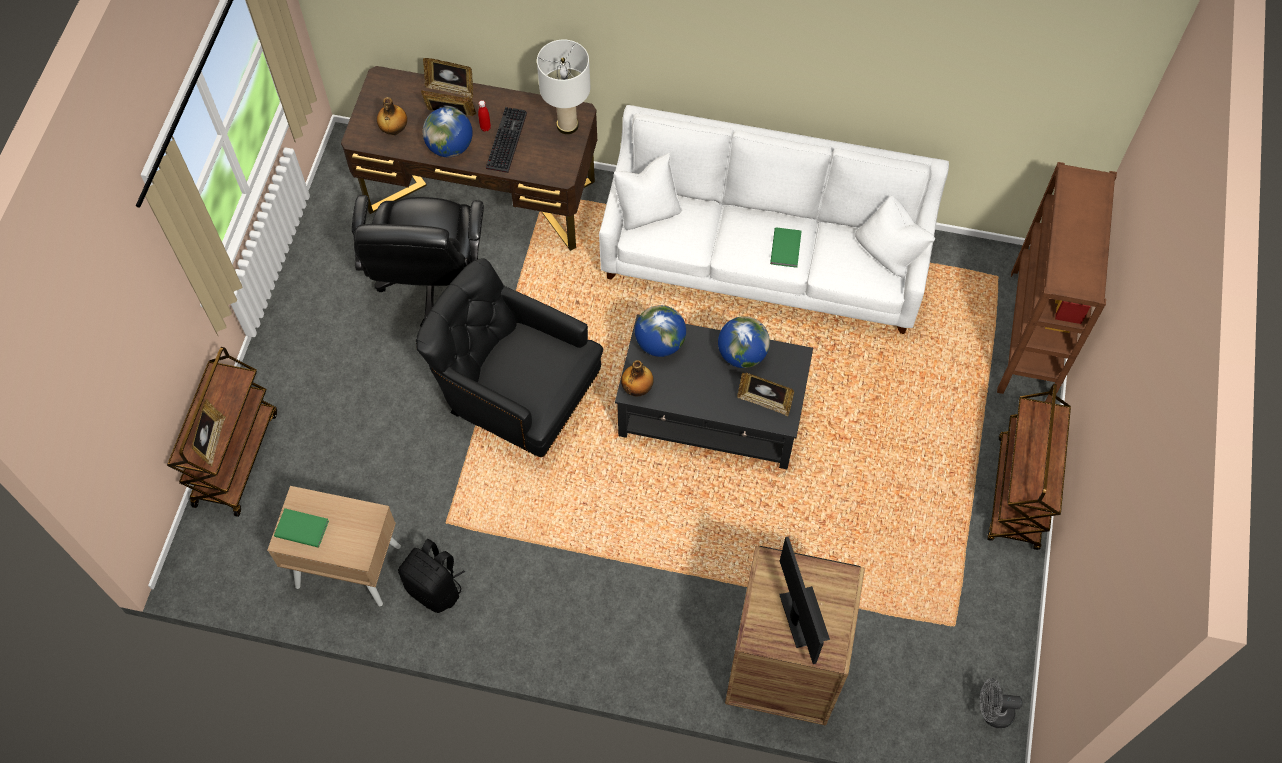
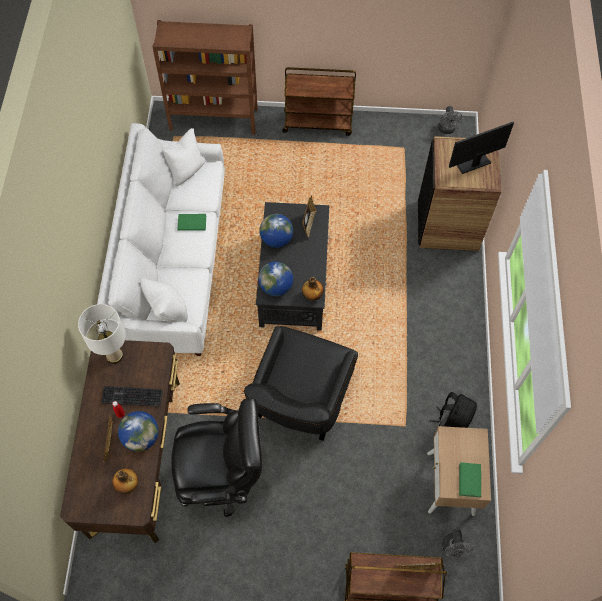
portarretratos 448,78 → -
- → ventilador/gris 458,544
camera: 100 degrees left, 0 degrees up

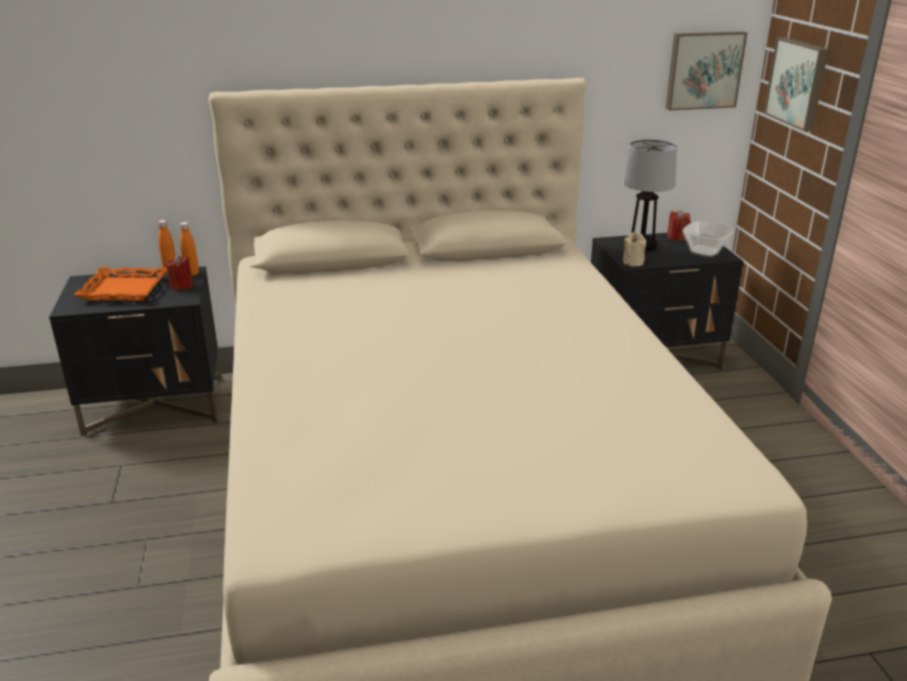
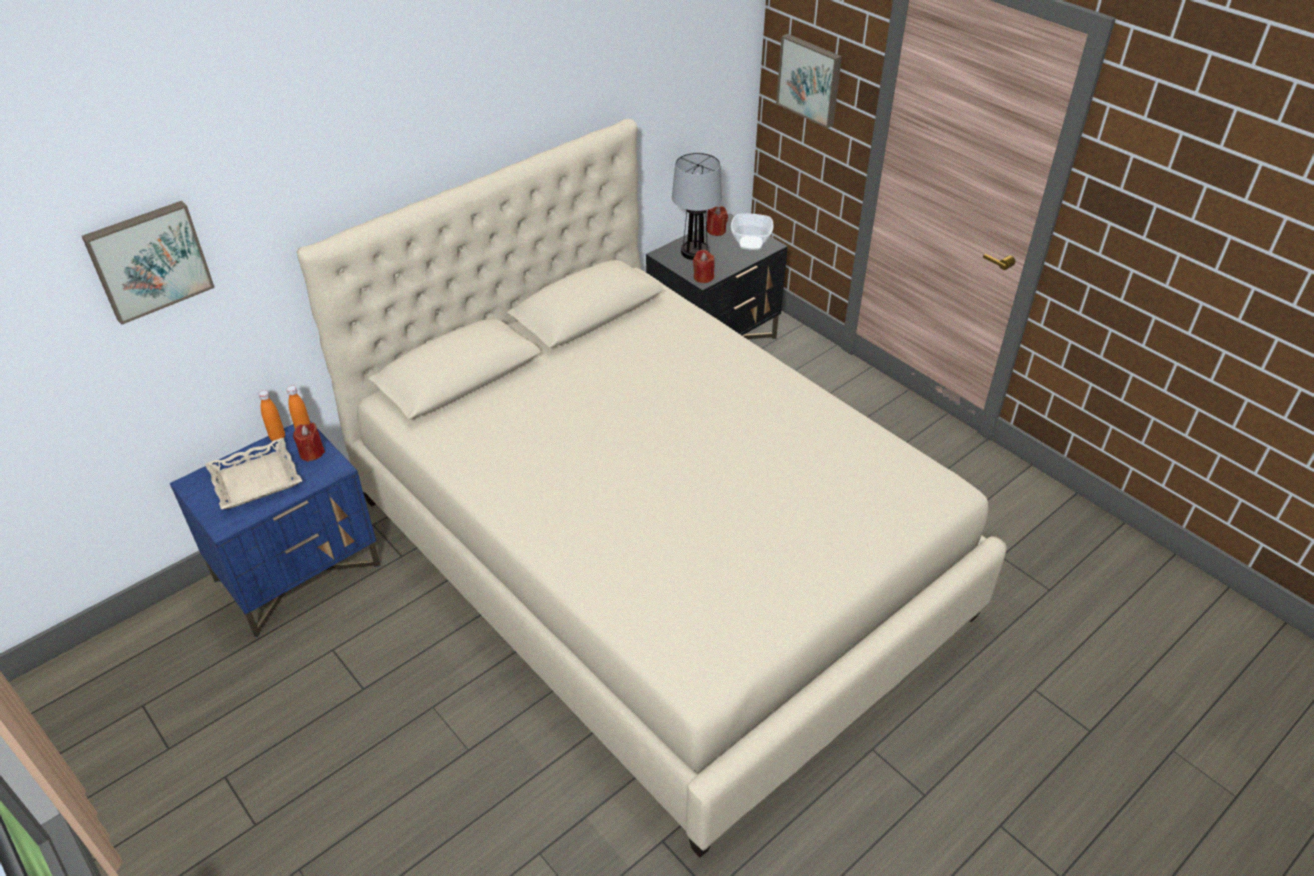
cuadro 706,70 → cuadro 148,263, move
mesita de noche/negro 135,351 → mesita de noche/azul 275,529
bandeja/naranja 120,284 → bandeja/beis 253,474
vela/beis 634,249 → vela/rojo 704,266
camera: 30 degrees left, 15 degrees up

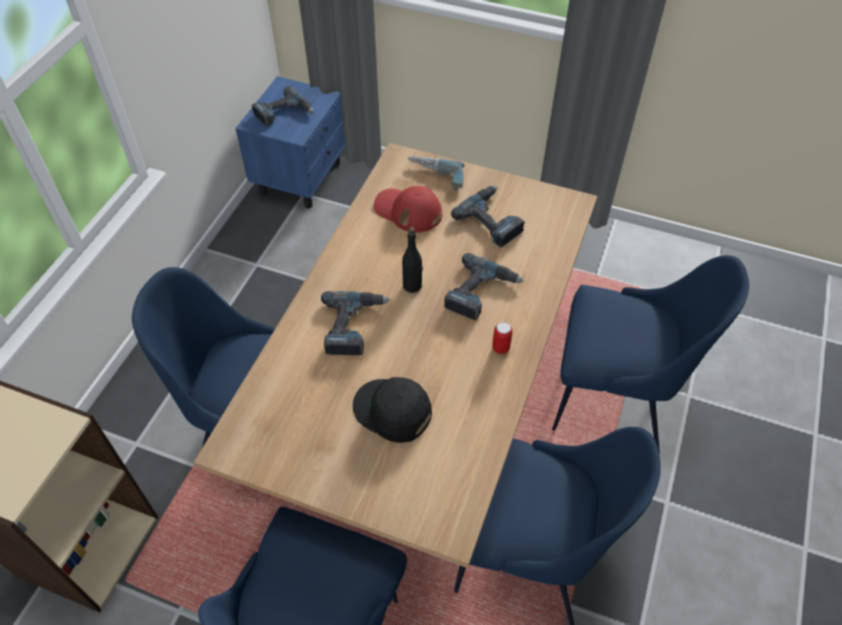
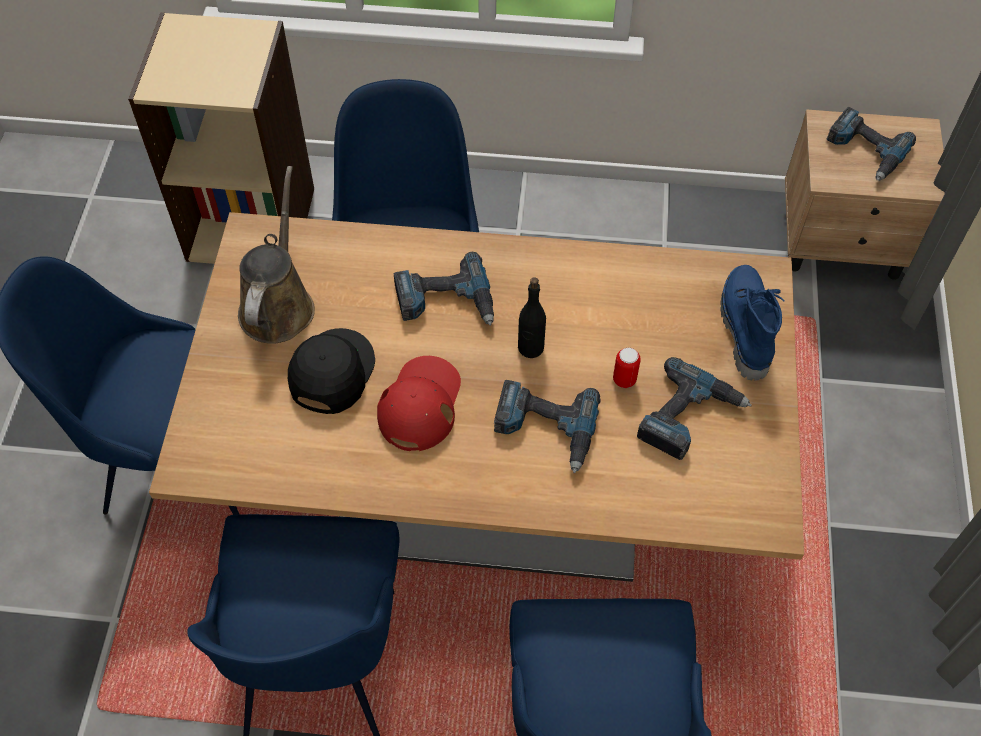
- → regadera/marrón 276,255
gorra/rojo 408,209 → gorra/rojo 419,403, move
lata 502,338 → lata 627,368, move
taladro 436,173 → bota/azul 752,323
mesita de noche/azul 290,142 → mesita de noche/beis 865,194
camera: 75 degrees right, 5 degrees up

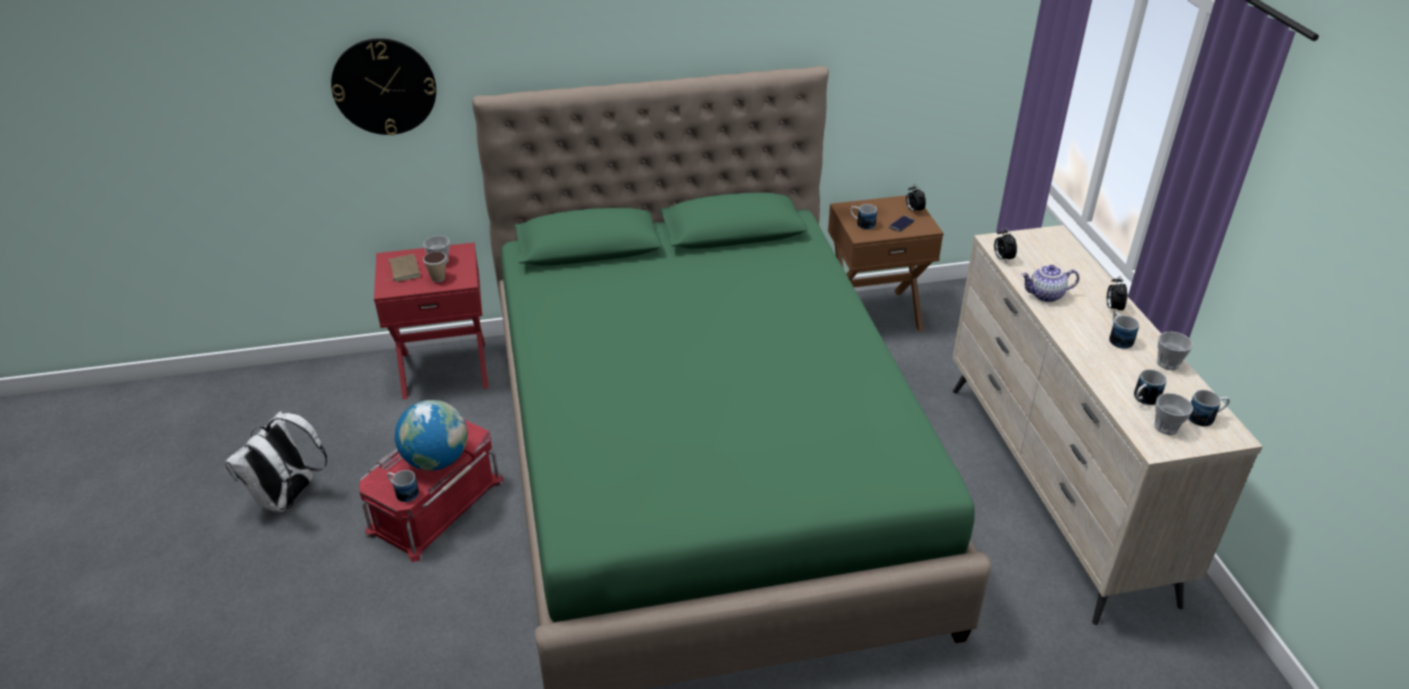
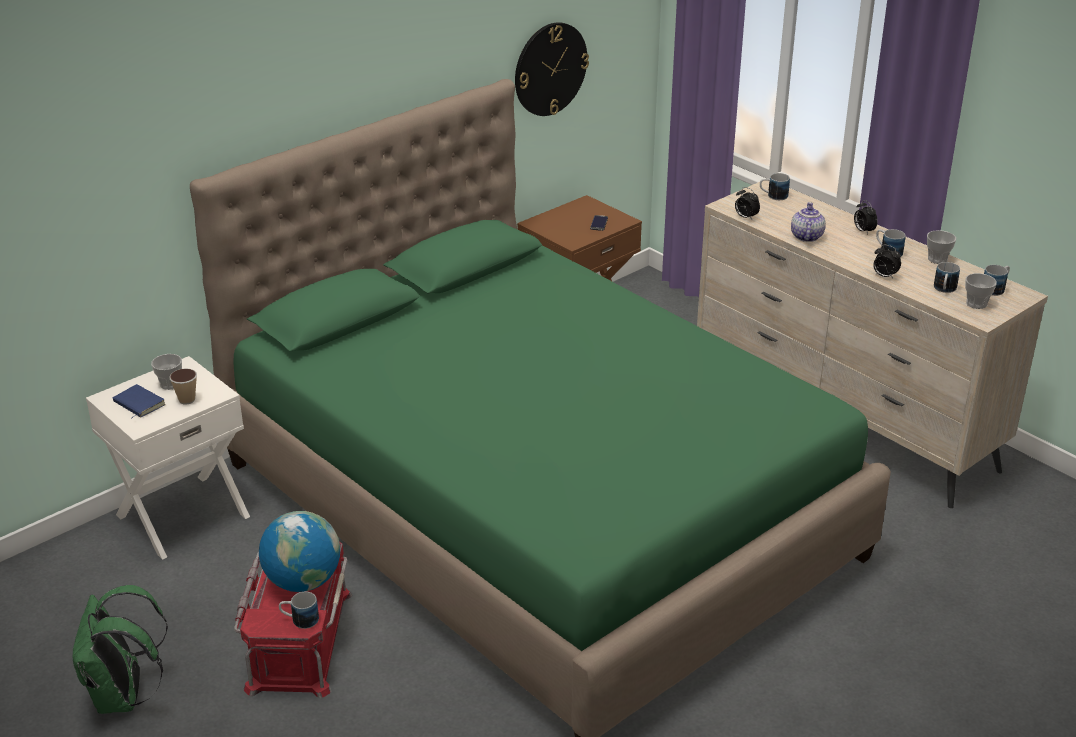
reloj de pared 383,86 → reloj de pared 552,69, move
taza grande 863,217 → taza grande 775,186, move
despertador 916,199 → despertador 887,262, move
mochila/blanco 276,461 → mochila/verde 120,649
mesita de noche/rojo 431,321 → mesita de noche/blanco 168,458
libro/marrón 402,268 → libro/azul 139,401
tetera 1050,283 → tetera 808,222, 135 degrees clockwise
camera: 30 degrees left, 5 degrees down

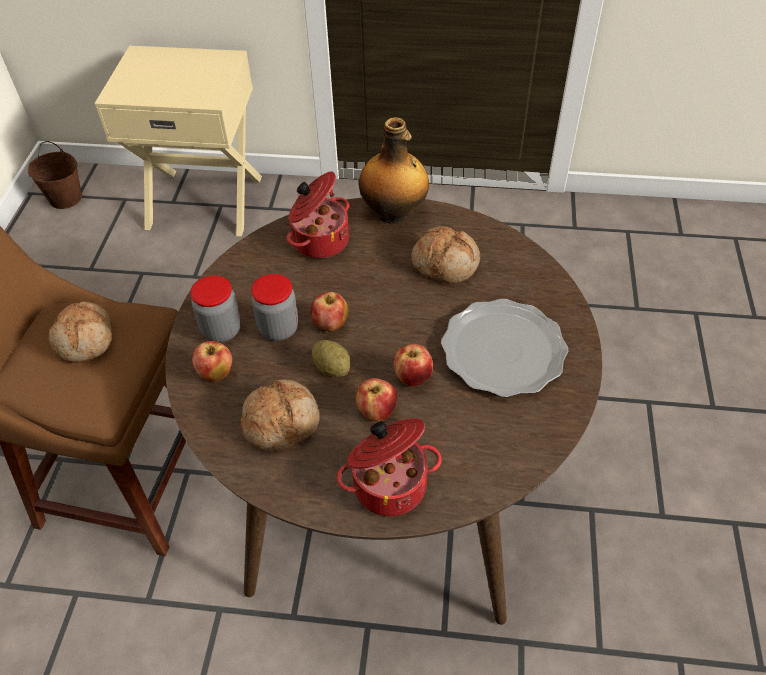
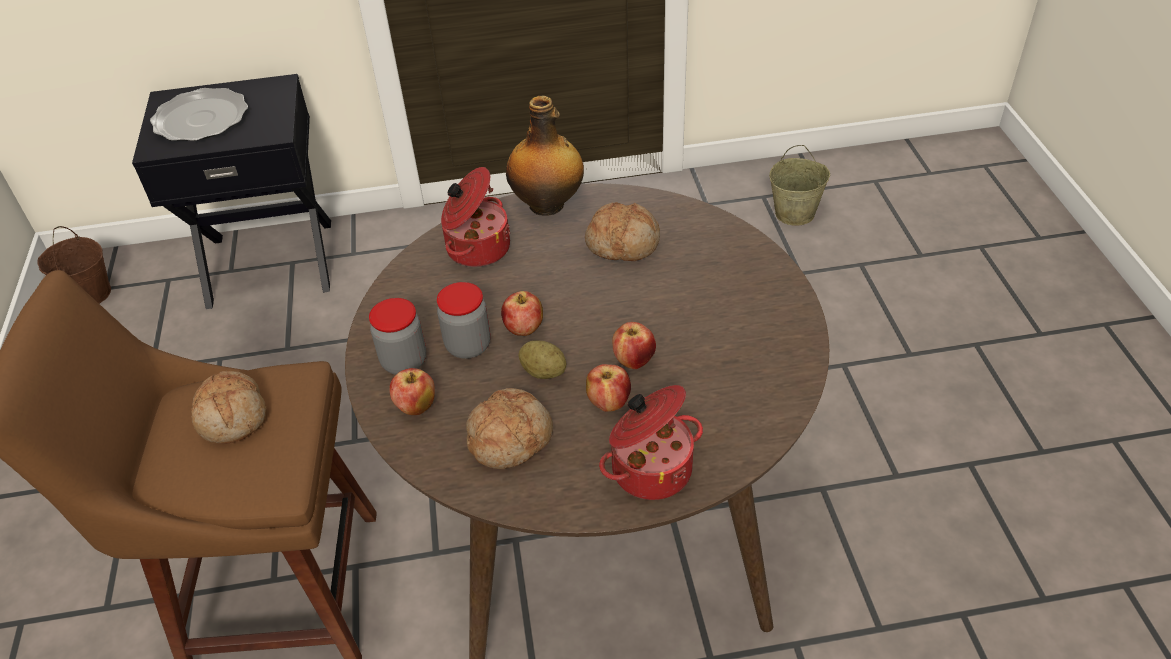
- → cubo/beis 799,185
plato 504,348 → plato 199,114, move
mesita de noche/beis 178,141 → mesita de noche/negro 231,191
camera: 15 degrees left, 5 degrees down

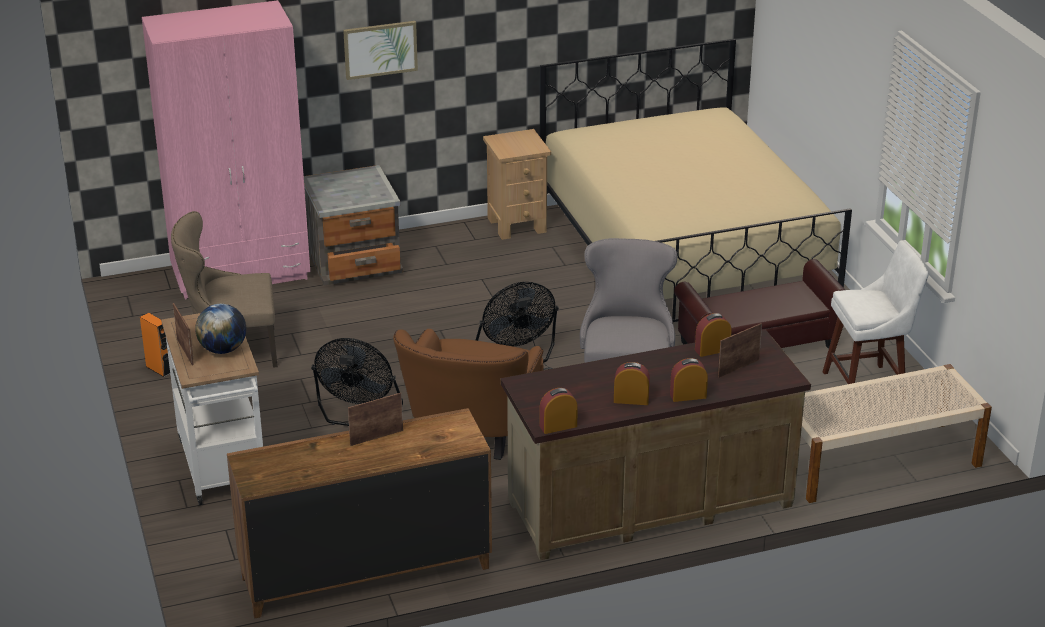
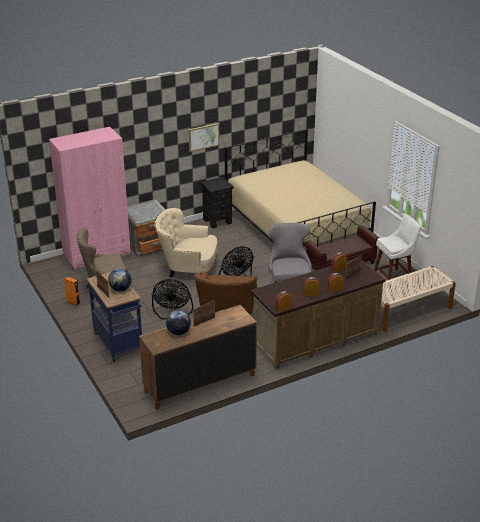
- → sillón/beis 186,242
- → globo terráqueo 178,322
cuadro 380,50 → cuadro 204,137, move
carrito/blanco 212,409 → carrito/azul 114,317
mesita de noche/beis 517,184 → mesita de noche/negro 217,203
camera: 10 degrees left, 0 degrees up

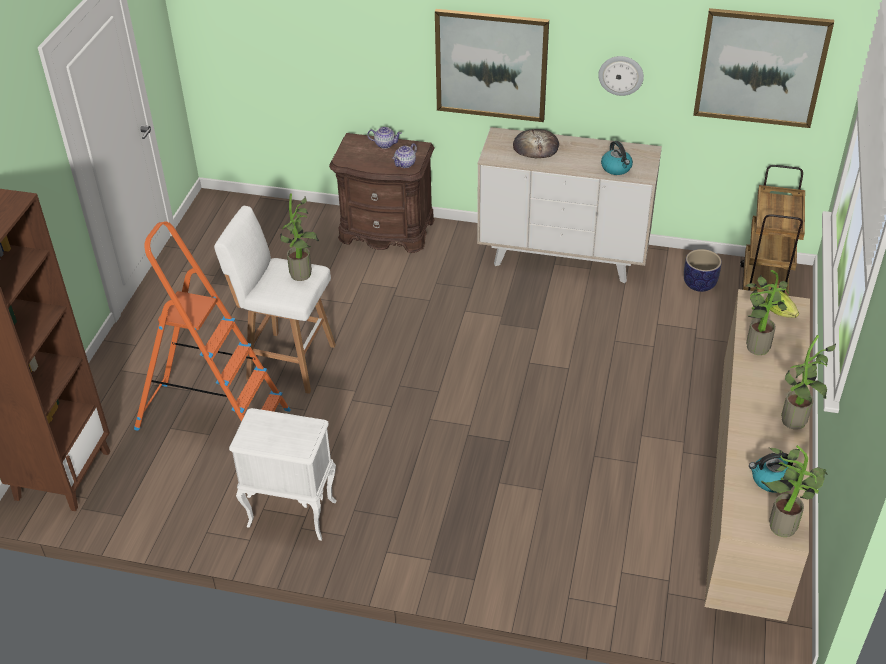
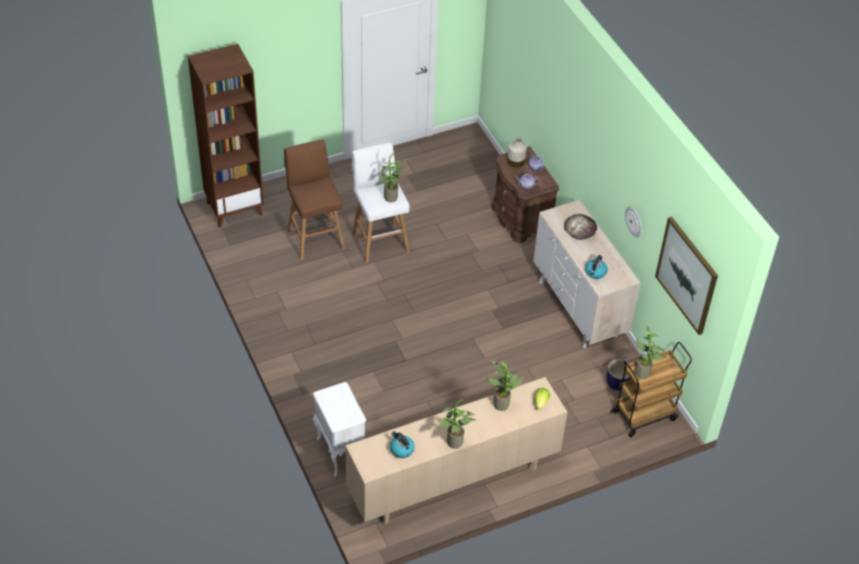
cuadro 492,65 → -
- → florero/beis 517,152
mesita de noche/blanco 282,474 → mesita de noche/blanco 339,429, move
planta en maceta 794,491 → planta en maceta 651,351, move
escalera de tijera/naranja 212,326 → taburete/marrón 314,200
camera: 50 degrees right, 5 degrees up

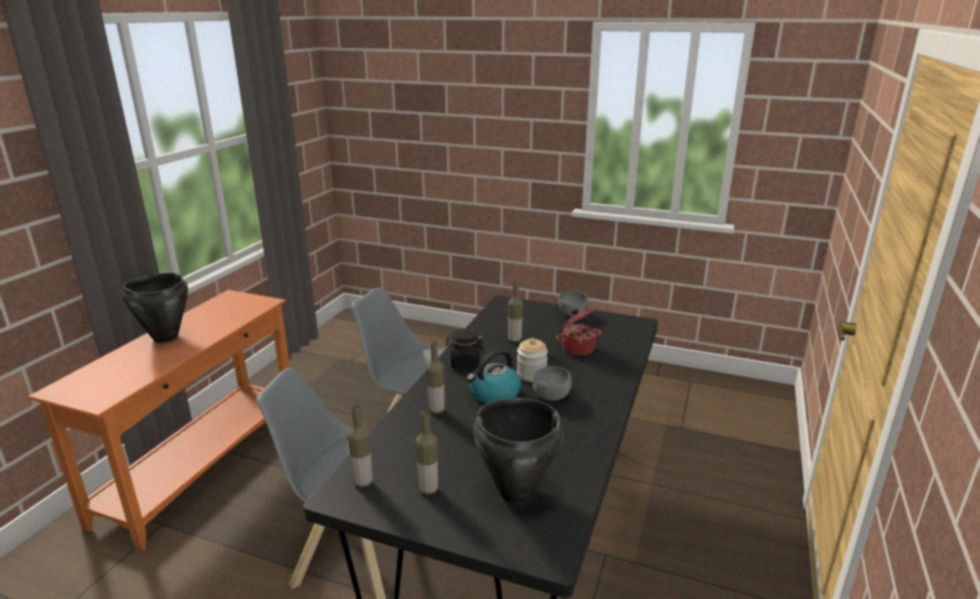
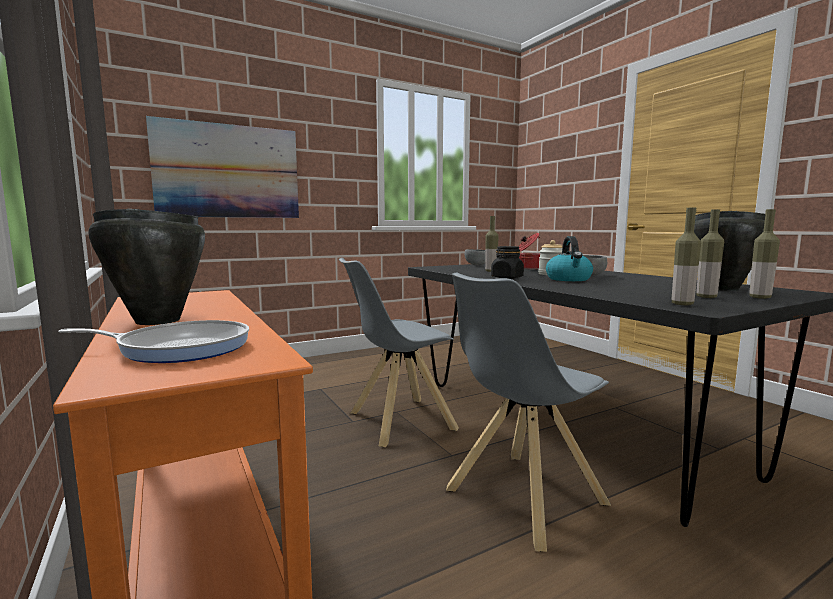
- → sartén 153,341
- → cuadro 222,167
botella 435,377 → botella 764,254, move
camera: 50 degrees left, 15 degrees down

